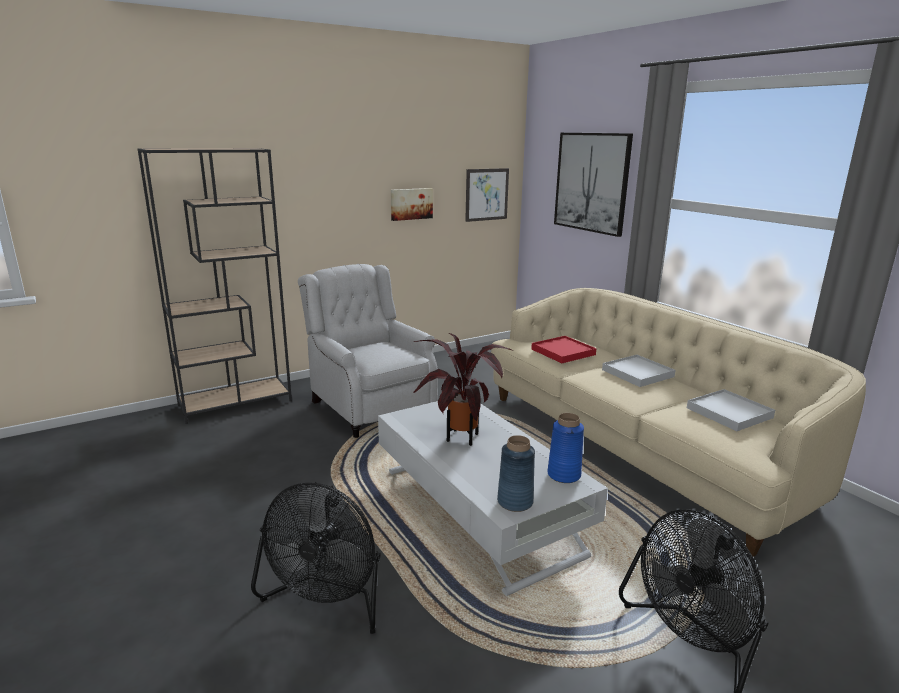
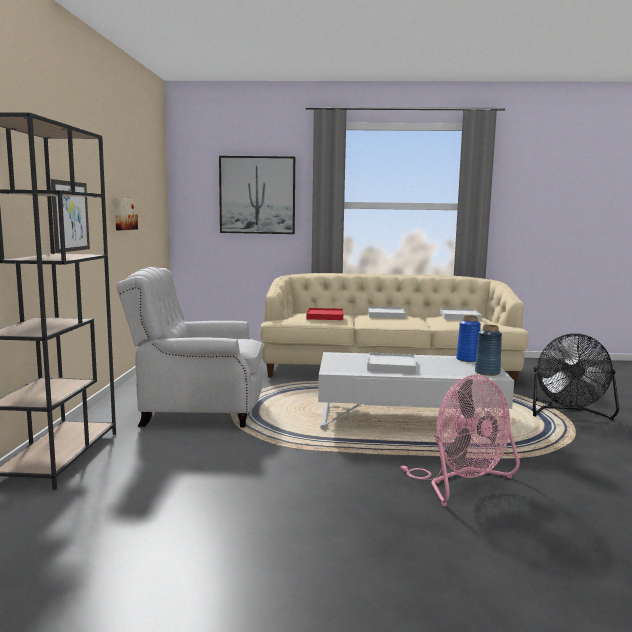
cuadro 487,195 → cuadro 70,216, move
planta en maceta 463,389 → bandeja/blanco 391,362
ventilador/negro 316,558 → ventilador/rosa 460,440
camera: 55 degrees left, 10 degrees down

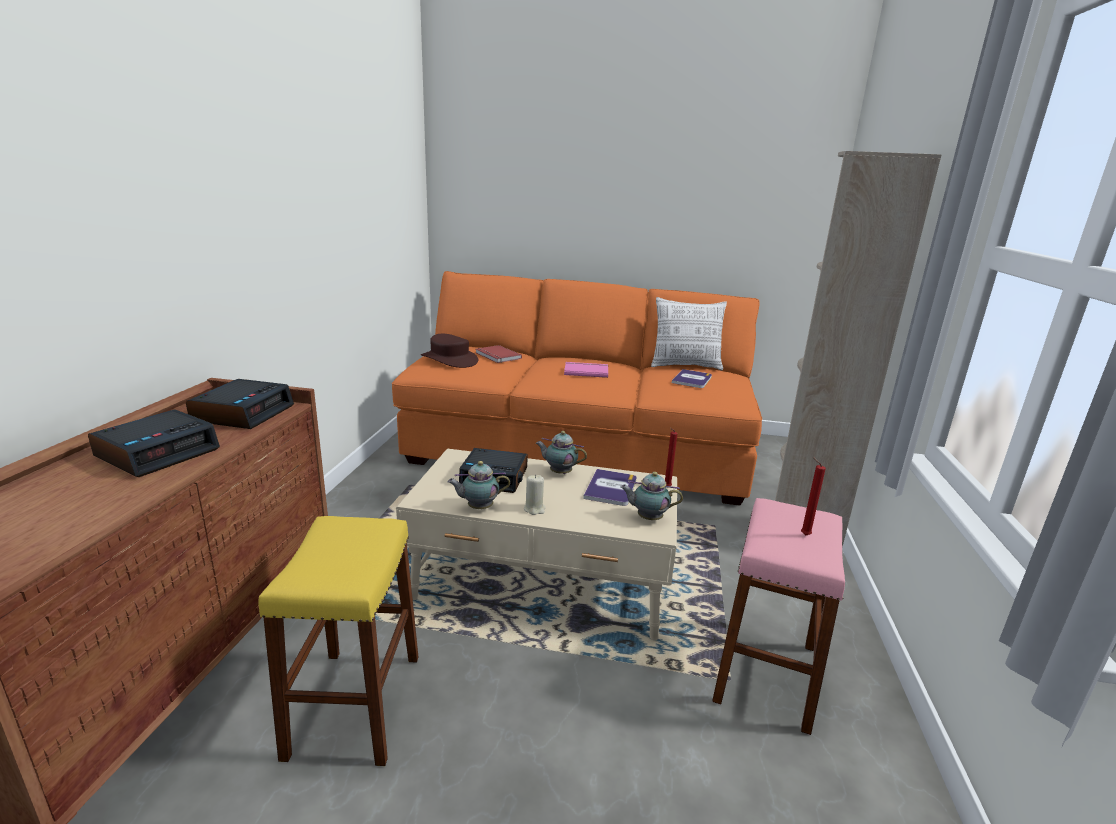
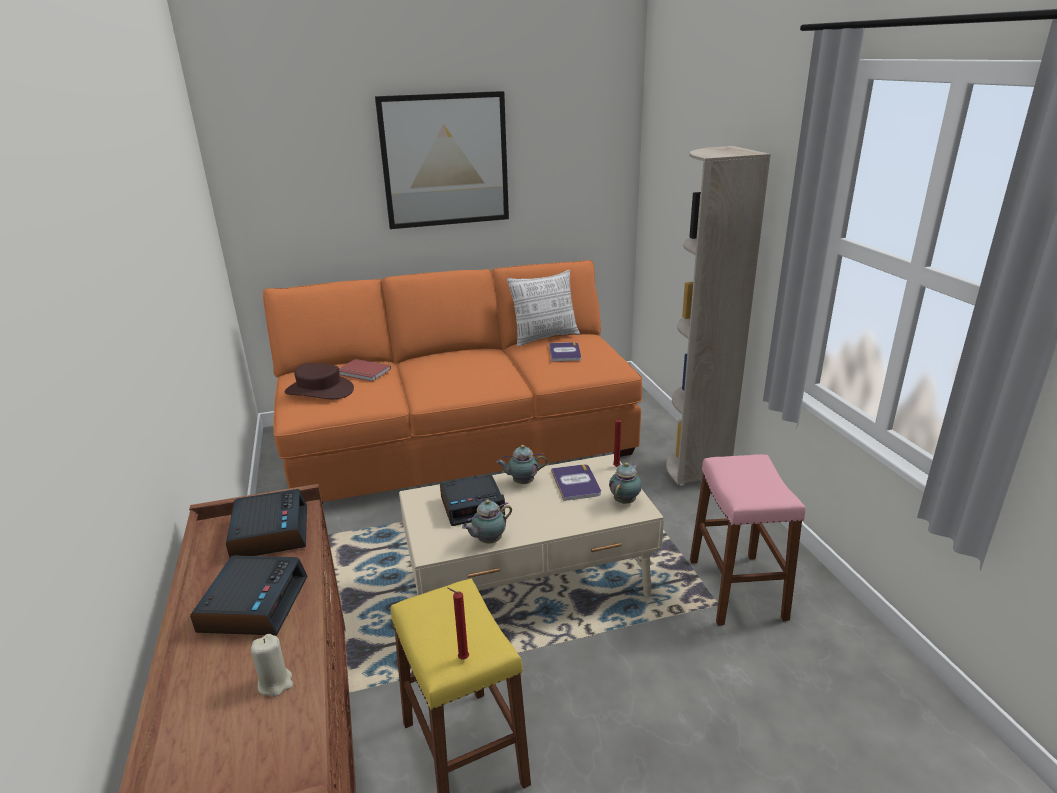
libro/rosa 586,370 → -
- → cuadro 442,160
vela/beis 535,495 → vela/beis 272,665, move
vela/rojo 813,496 → vela/rojo 458,624, move
tetera 651,496 → tetera 625,483, 135 degrees clockwise
camera: 25 degrees left, 5 degrees up

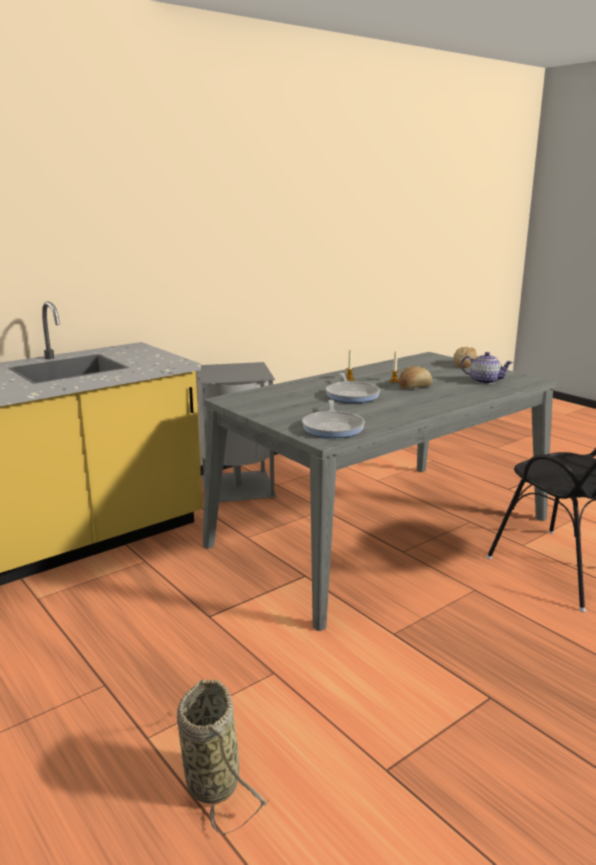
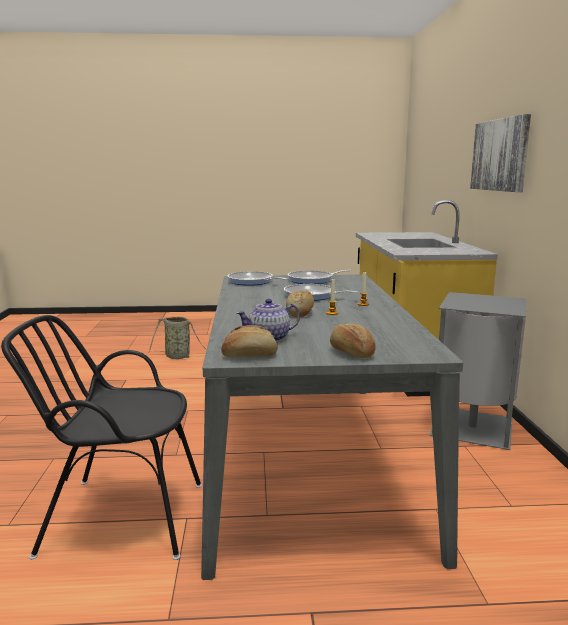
- → pan 249,341
- → sartén 320,277
- → cuadro 500,153
camera: 125 degrees right, 5 degrees down

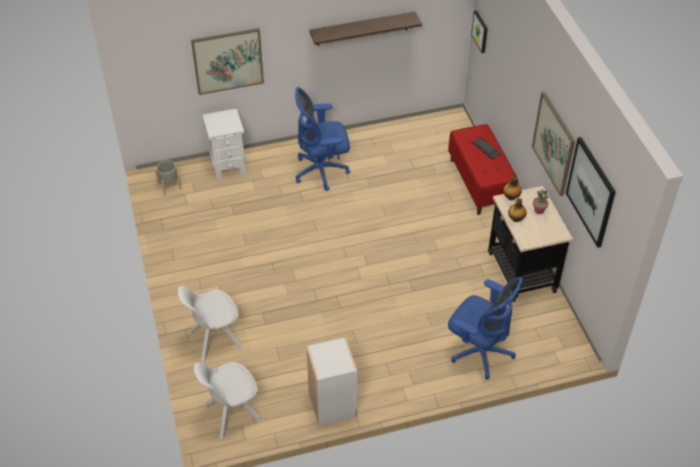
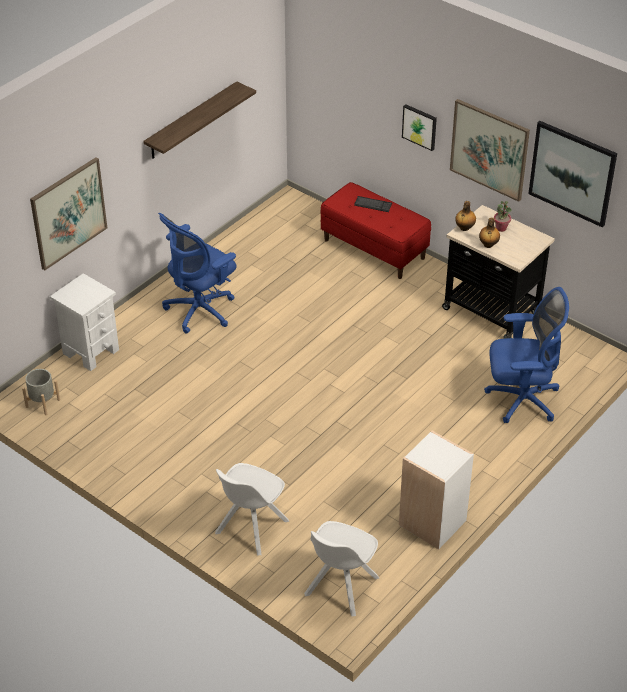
cuadro 479,32 → cuadro 419,127, move
camera: 35 degrees left, 5 degrees down

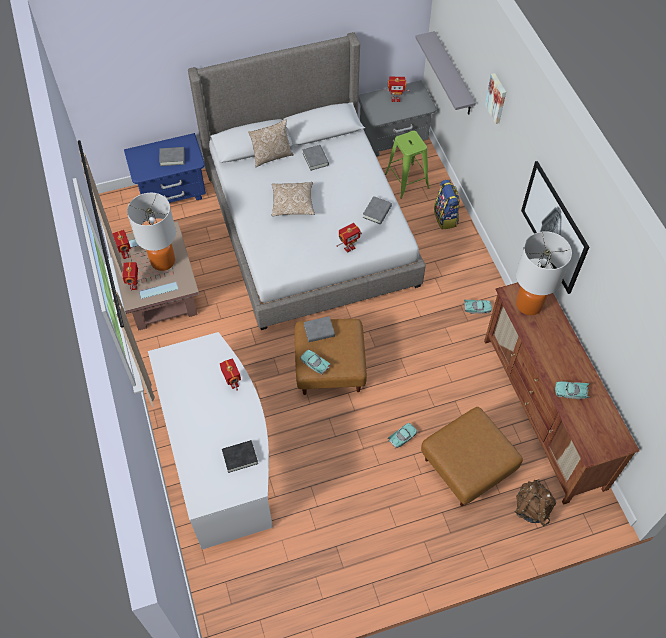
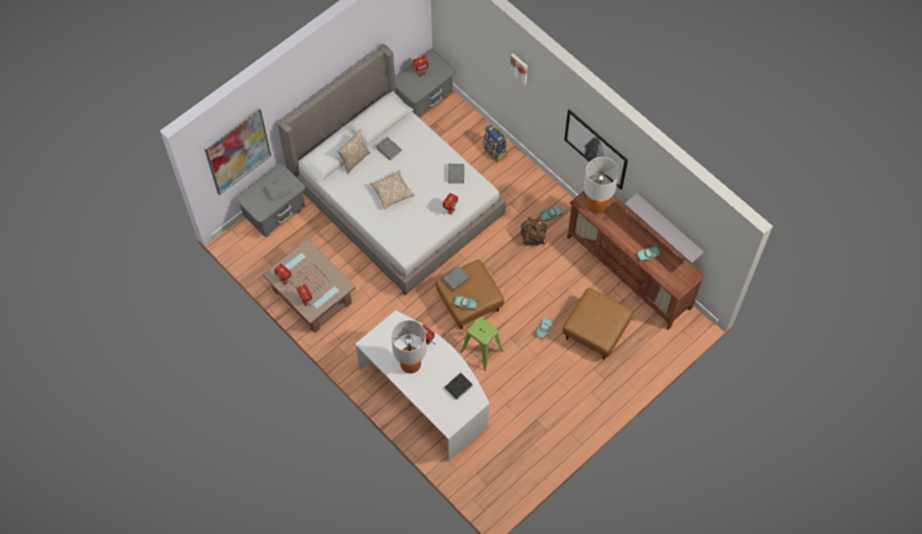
- → cuadro 237,151
lámpara de mesa 151,232 → lámpara de mesa 409,346, move
taburete/verde 407,164 → taburete/verde 481,344, move
estante/gris 445,73 → estante/gris 664,229, move
mochila/marrón 535,503 → mochila/marrón 534,231, move
mesita de noche/azul 165,168 → mesita de noche/gris 270,200
camera: 25 degrees left, 5 degrees up

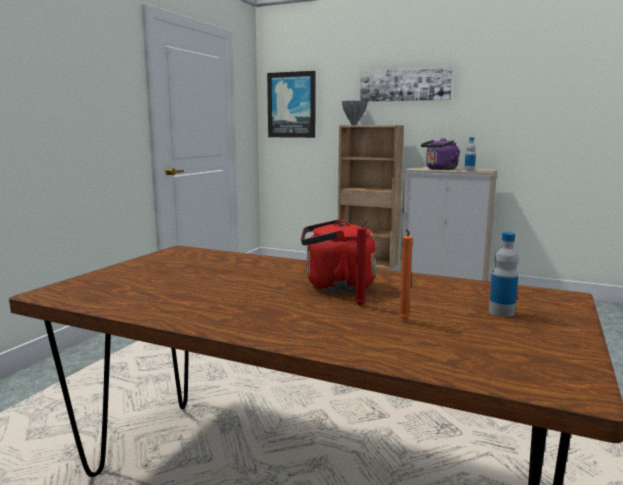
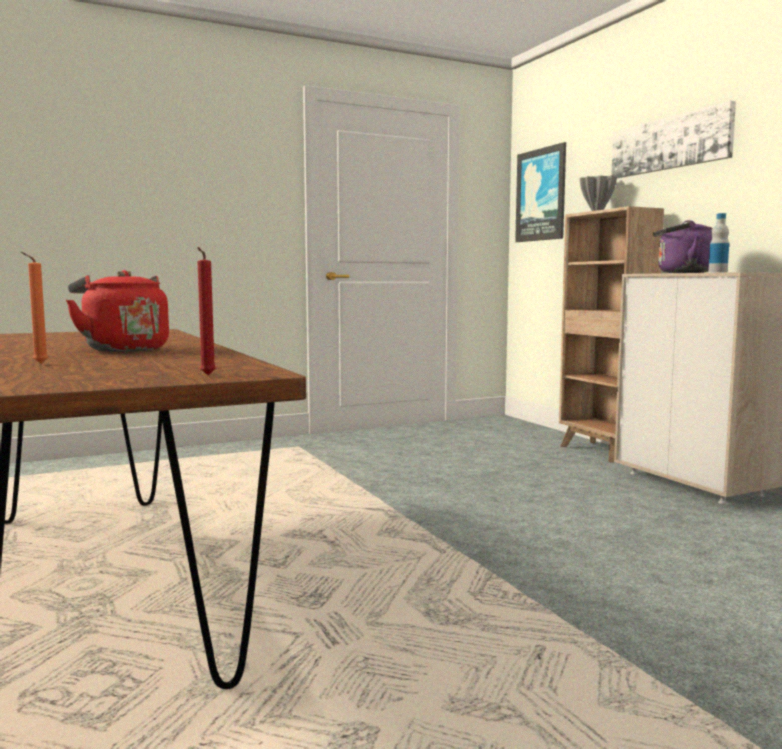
botella 504,274 → -
vela/rojo 361,263 → vela/rojo 206,311, move
camera: 40 degrees right, 5 degrees down

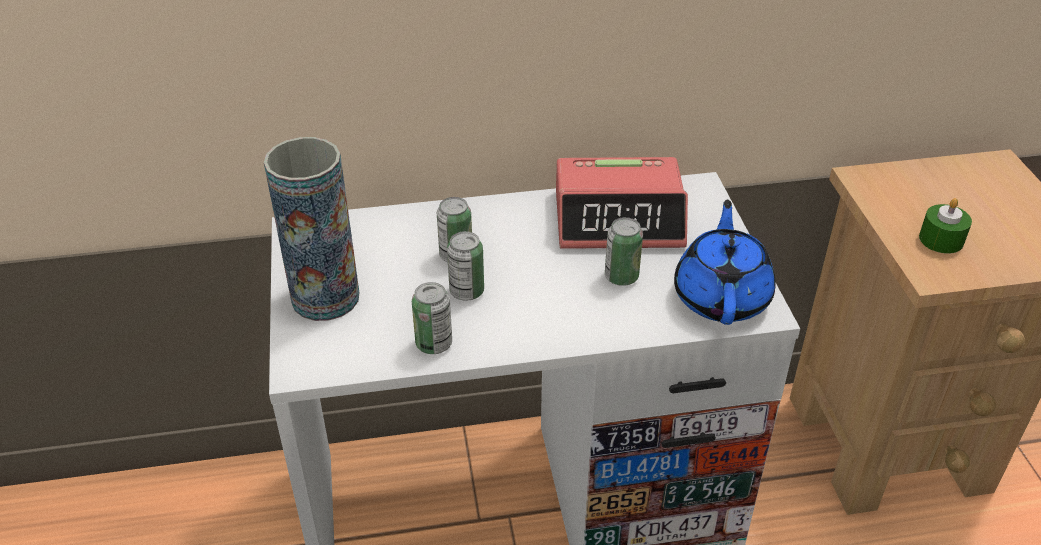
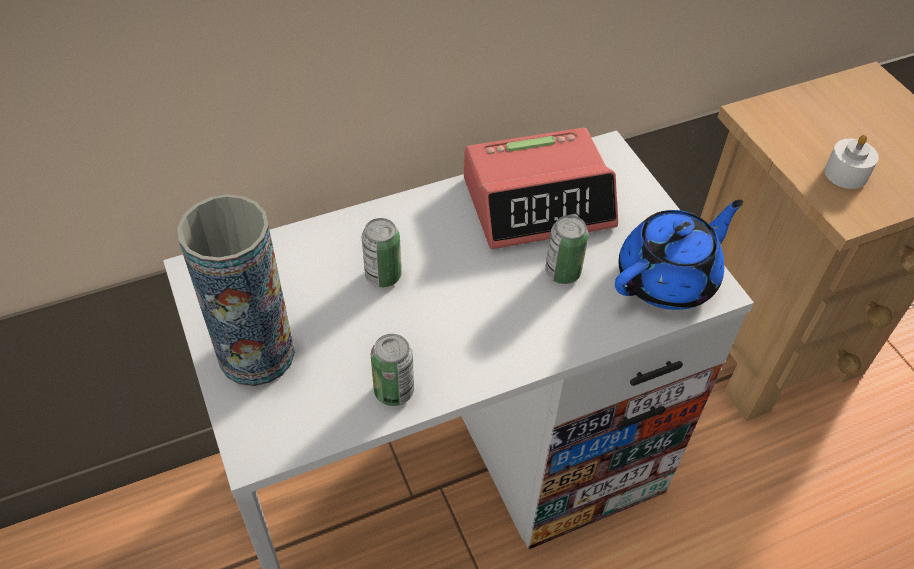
lata 465,266 → -
vela/verde 945,226 → vela/blanco 851,162
tetera/azul 724,262 → tetera/azul 679,254, 60 degrees clockwise
camera: 15 degrees left, 10 degrees up

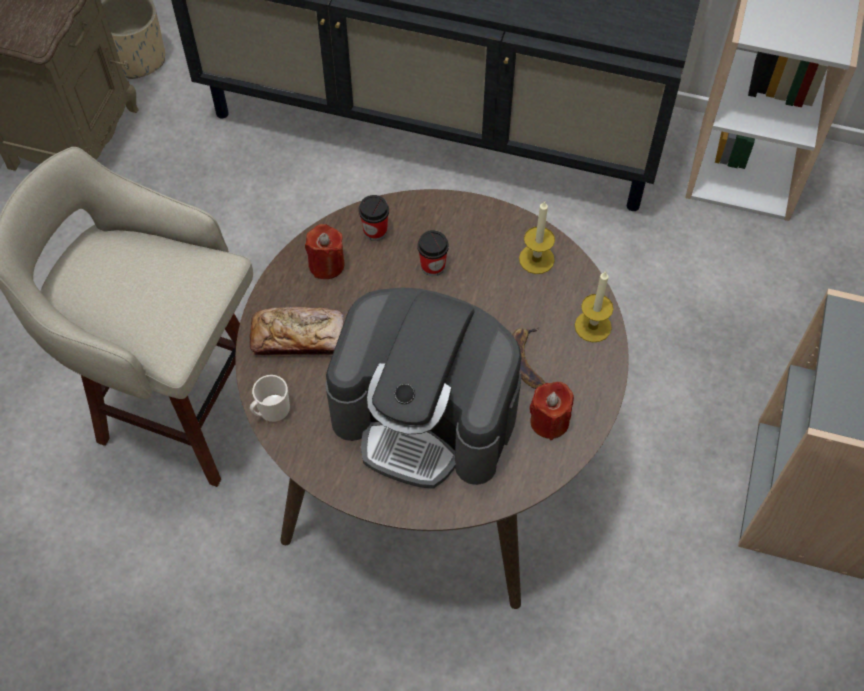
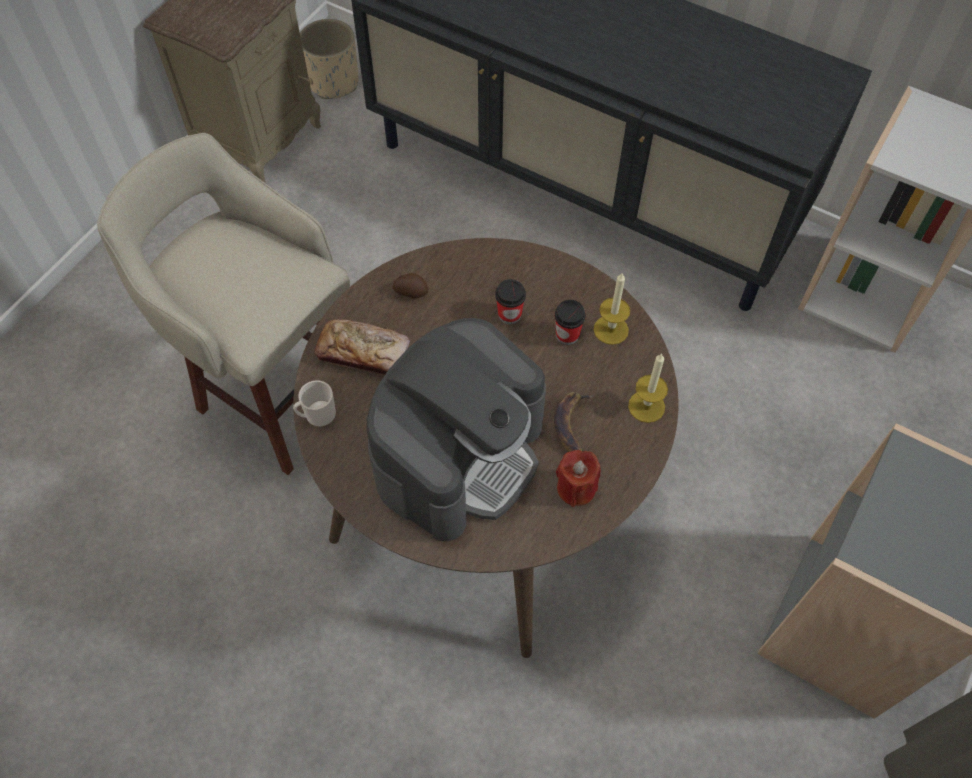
taza 374,218 → taza 570,322, move
vela/rojo 325,251 → patata 410,285
cafetera 423,388 → cafetera 456,429, 90 degrees counterclockwise
camera: 15 degrees right, 0 degrees up

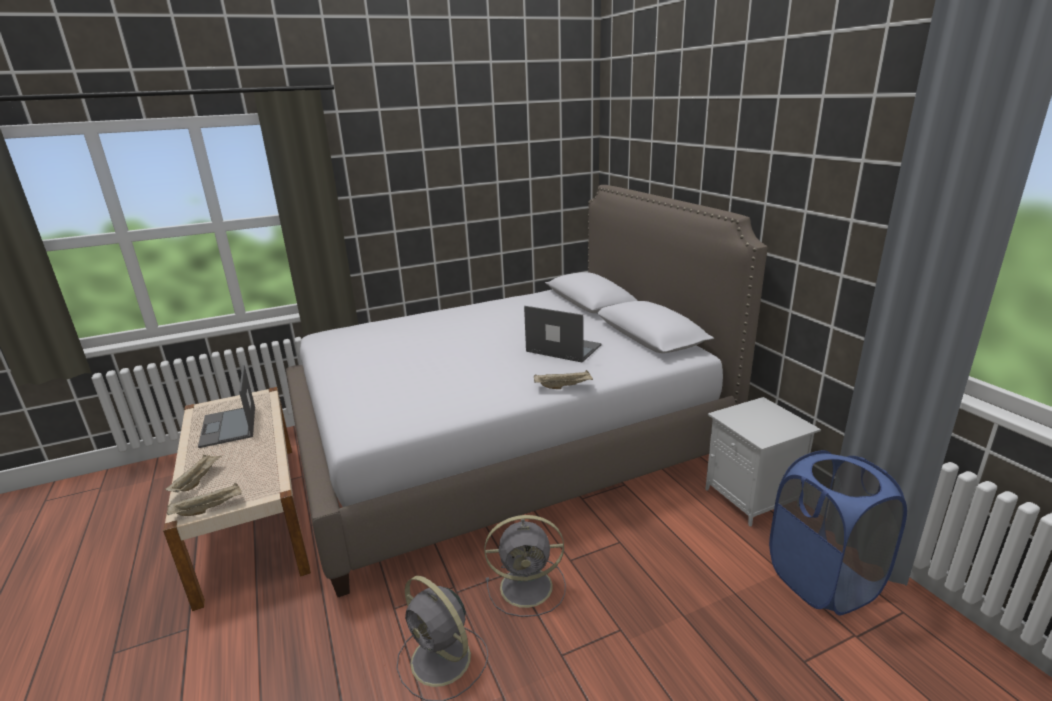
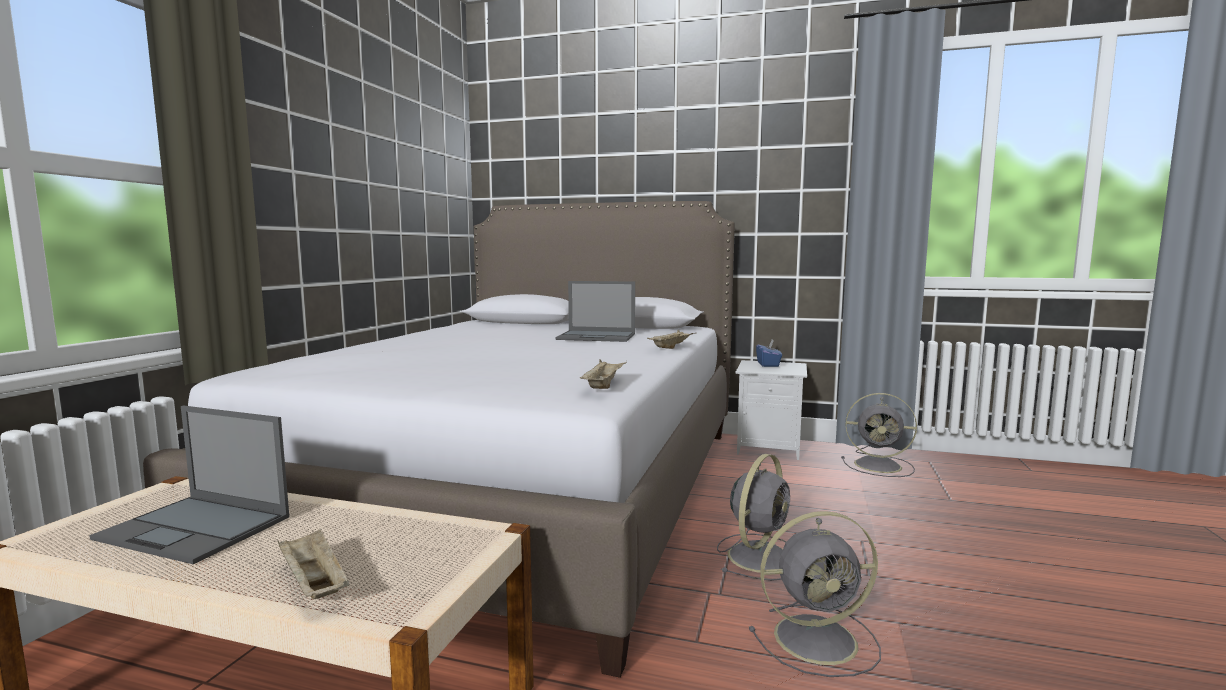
- → caja de pañuelos/azul 769,353
bandeja/beis 204,499 → bandeja/beis 603,374, move
cesto de la ropa/azul 838,532 → ventilador/gris 879,435
portátil 563,334 → portátil 595,311, 150 degrees counterclockwise
camera: 50 degrees left, 15 degrees down

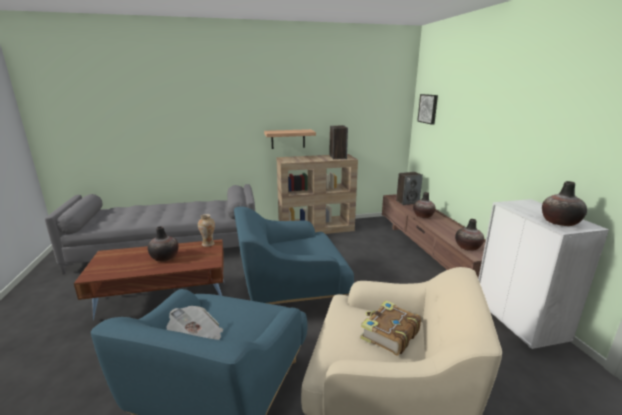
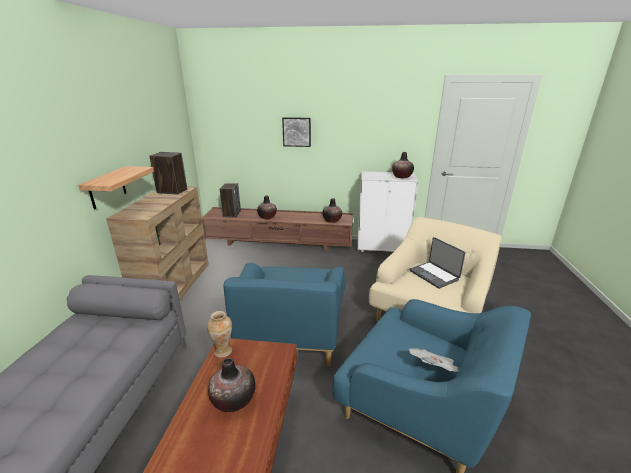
cuadro 427,109 → cuadro 296,132, move
libro 390,328 → portátil 437,263
camera: 70 degrees left, 5 degrees up

